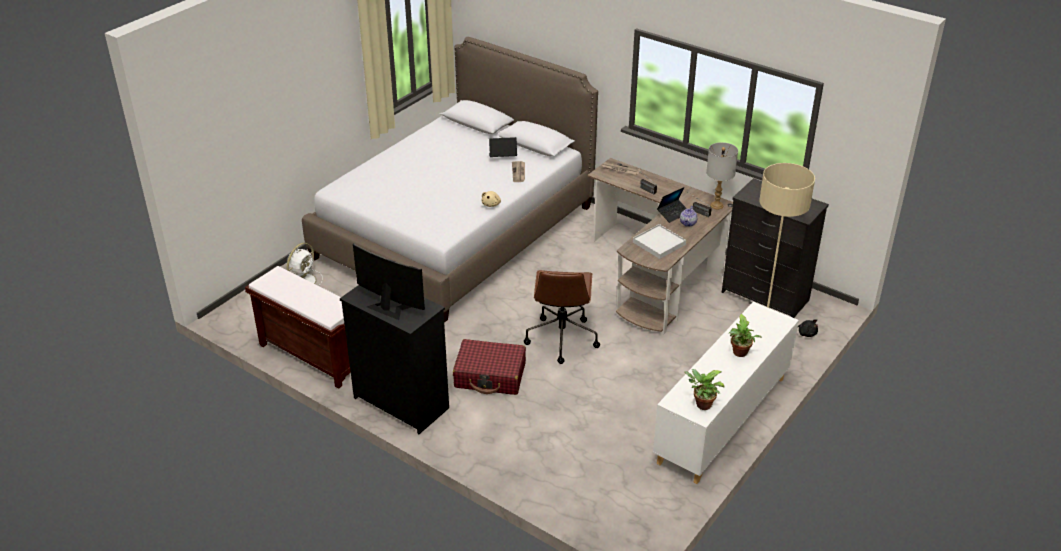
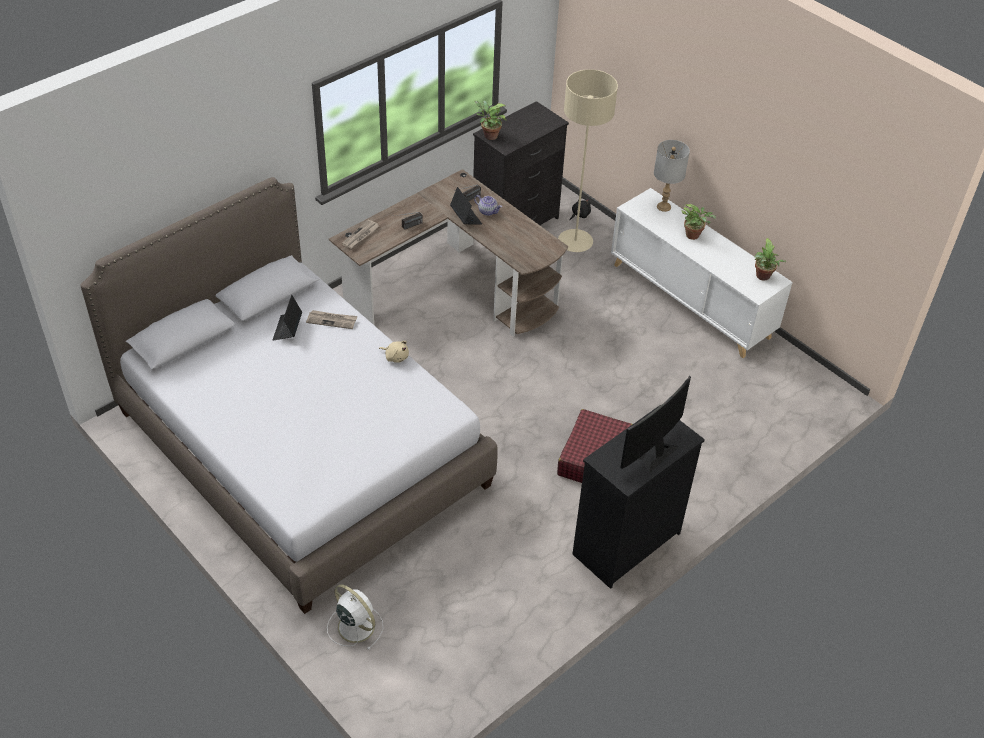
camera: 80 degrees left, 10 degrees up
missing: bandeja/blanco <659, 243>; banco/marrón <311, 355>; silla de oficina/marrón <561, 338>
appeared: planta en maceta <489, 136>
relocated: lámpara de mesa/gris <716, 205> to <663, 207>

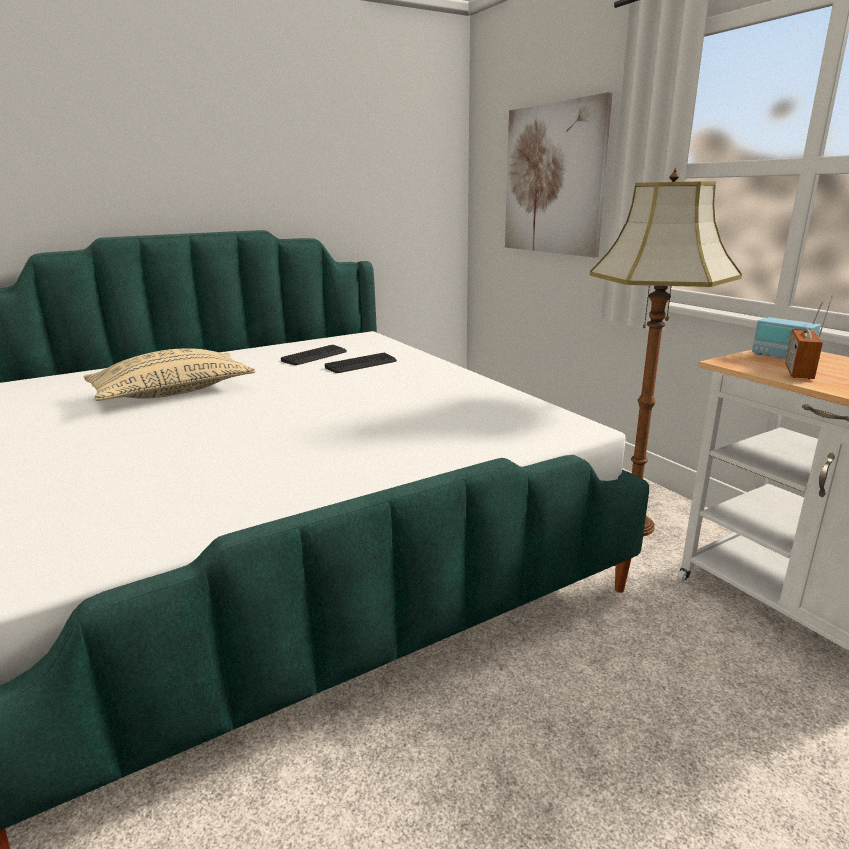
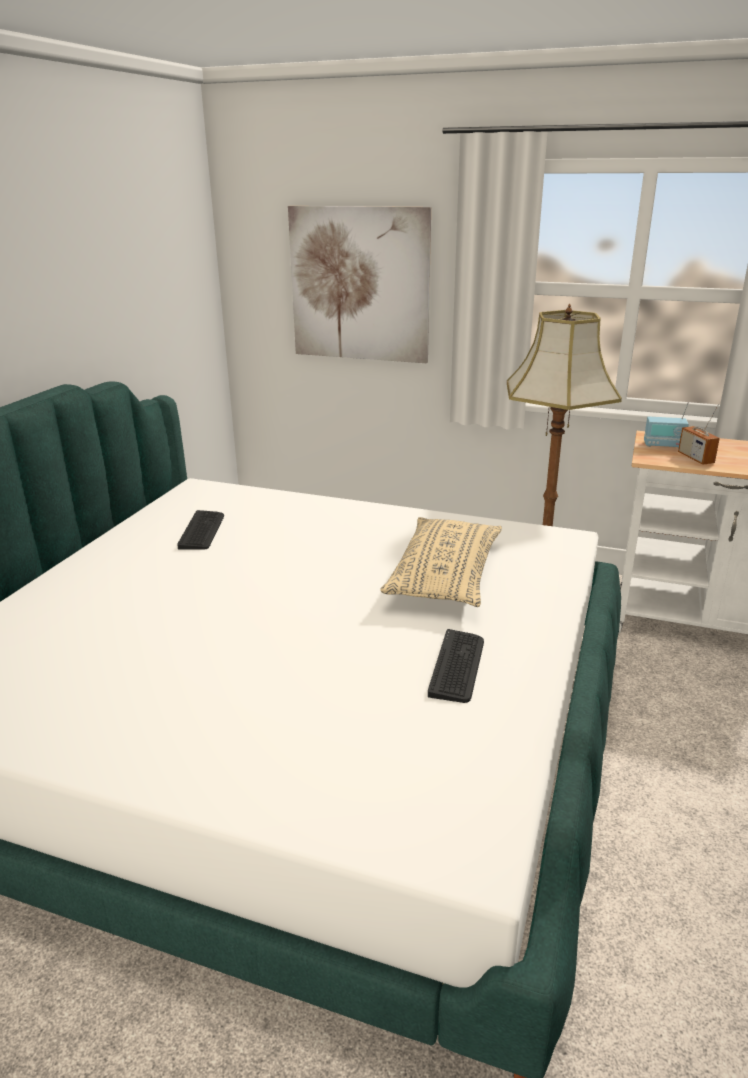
camera: 40 degrees left, 5 degrees up
relocated: cojín/beis <173, 393> to <445, 576>; teclado <361, 364> to <457, 666>

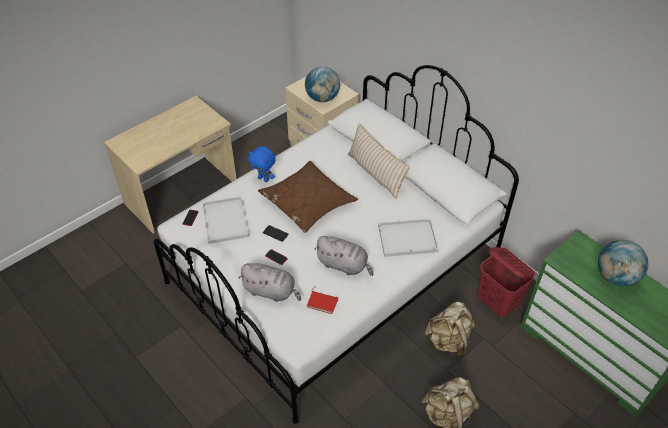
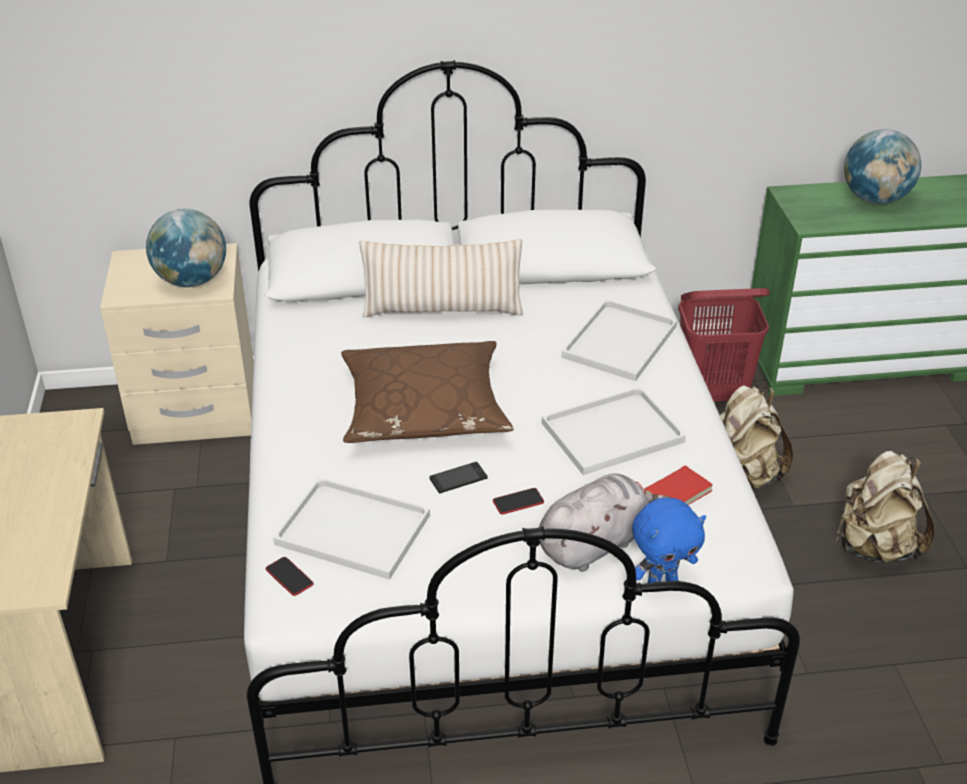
camera: 55 degrees left, 10 degrees down
relocated: peluche/azul <264, 179> to <662, 583>
exchanged: peluche/gris <344, 265> to bandeja/blanco <614, 431>

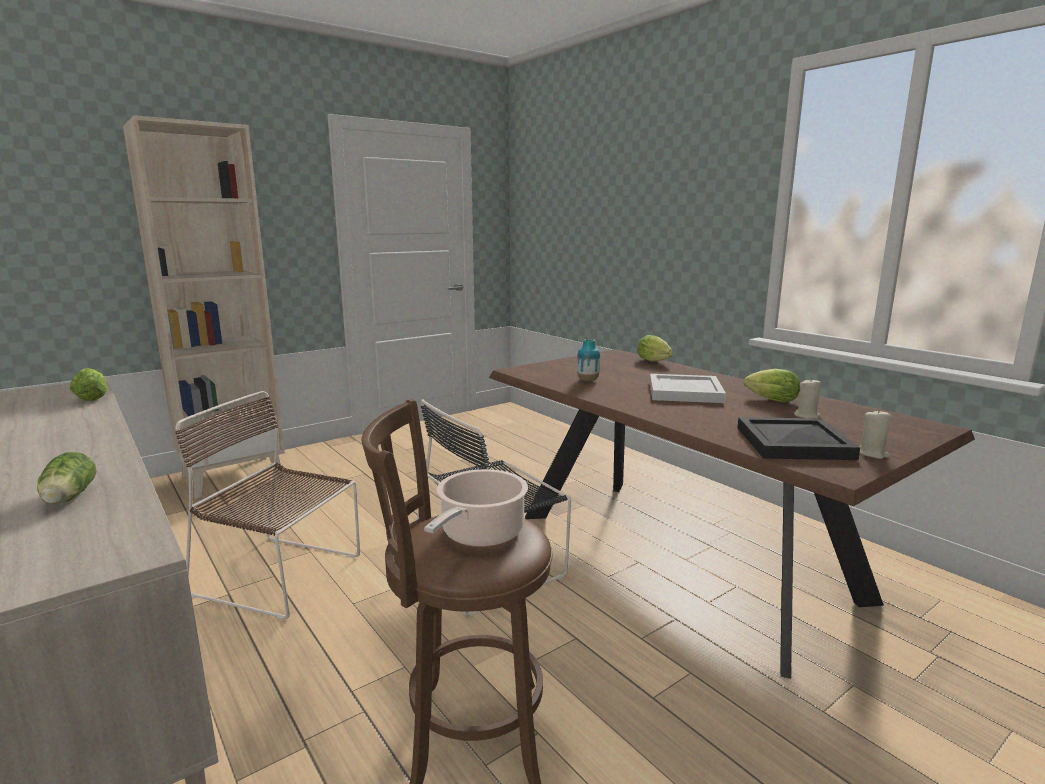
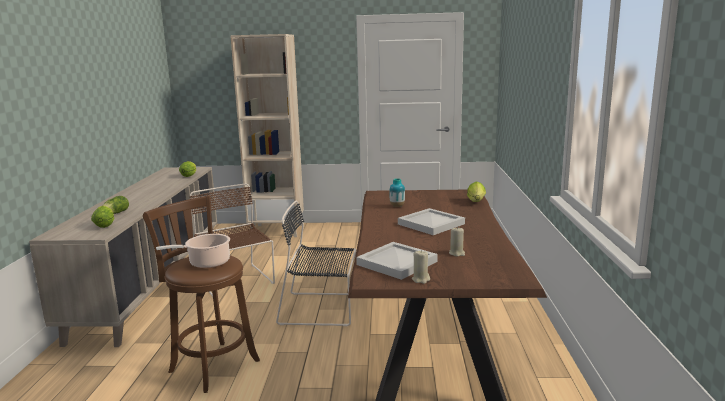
camera: 40 degrees right, 0 degrees up
relocated: lechuga <769, 400> to <105, 225>
colour: bandeja/negro <795, 443> to bandeja/blanco <397, 263>

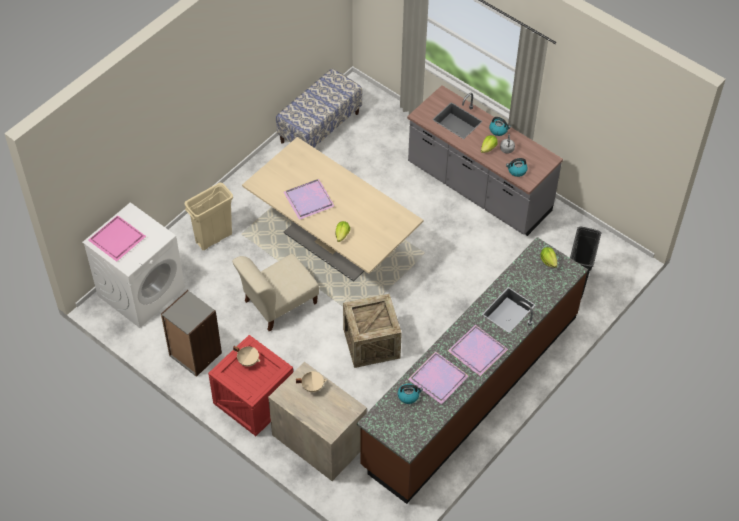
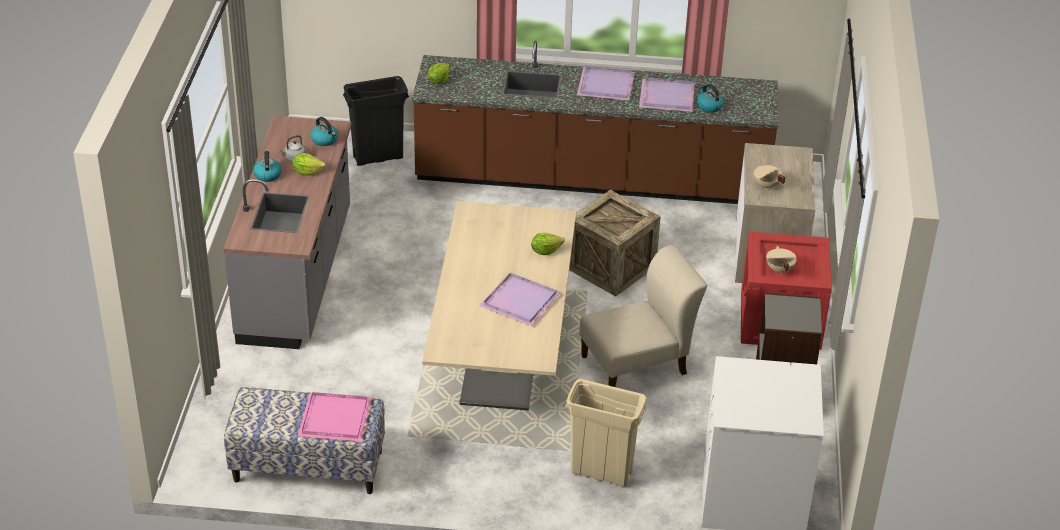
camera: 125 degrees left, 15 degrees down
relocated: bandeja/rosa <116, 239> to <336, 419>
spun: silla/beis <278, 304> = <638, 364> 45 degrees counterclockwise

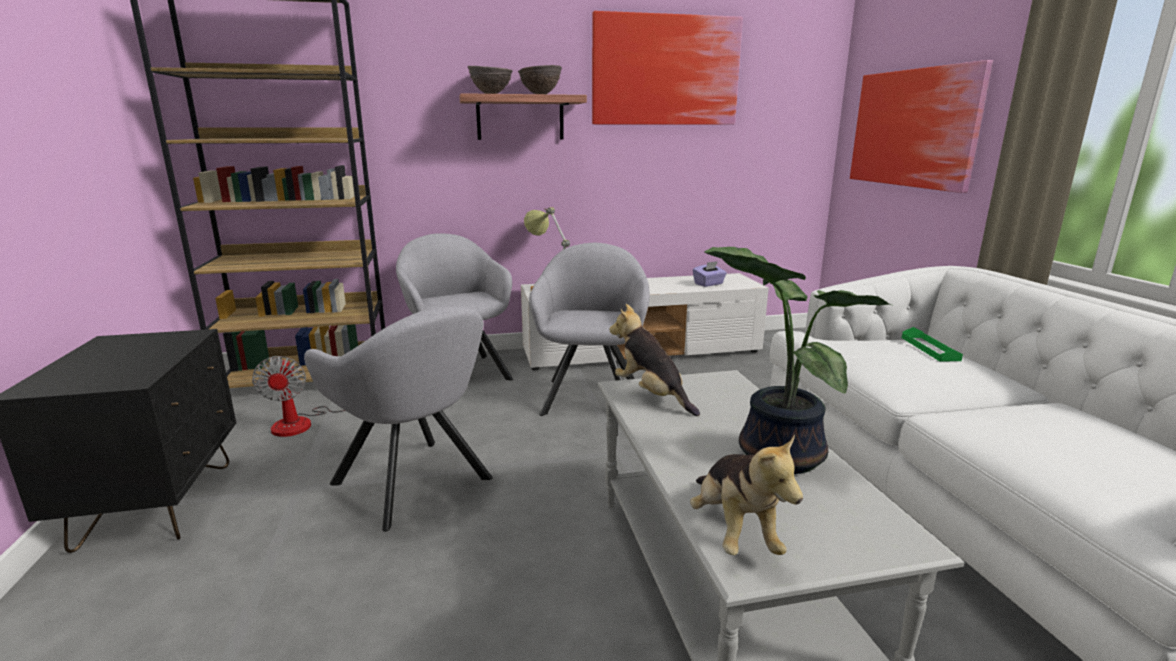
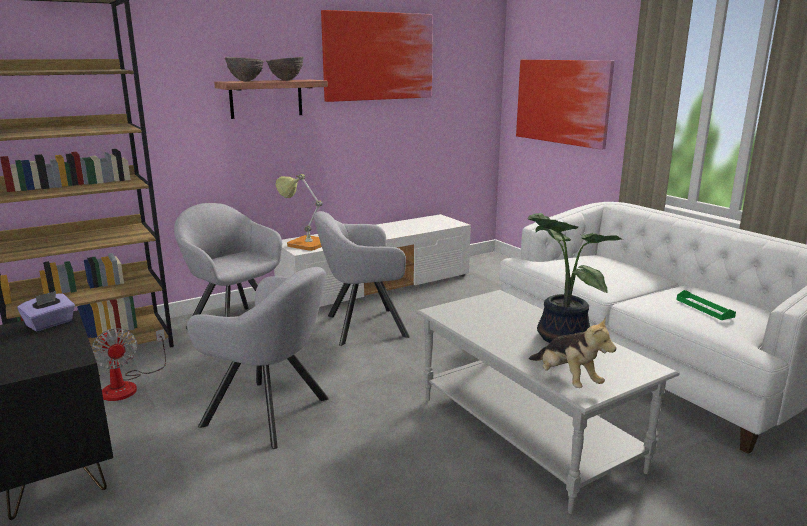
camera: 20 degrees left, 0 degrees up
missing: peluche <651, 395>
relocated: caja de pañuelos/morado <709, 284> to <50, 324>; bandeja/verde <929, 348> to <704, 308>
spun: sillón/gris <592, 395> = <361, 326> 90 degrees counterclockwise

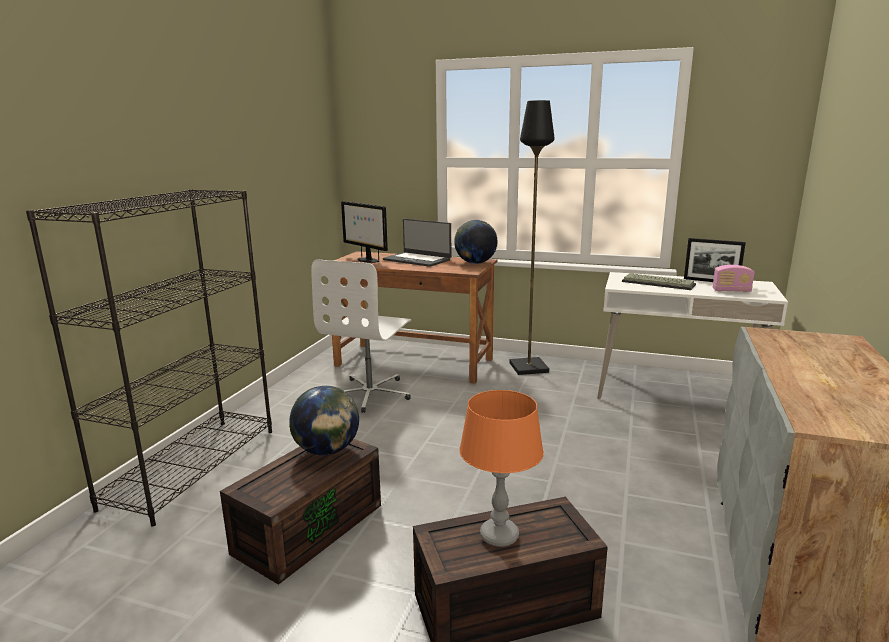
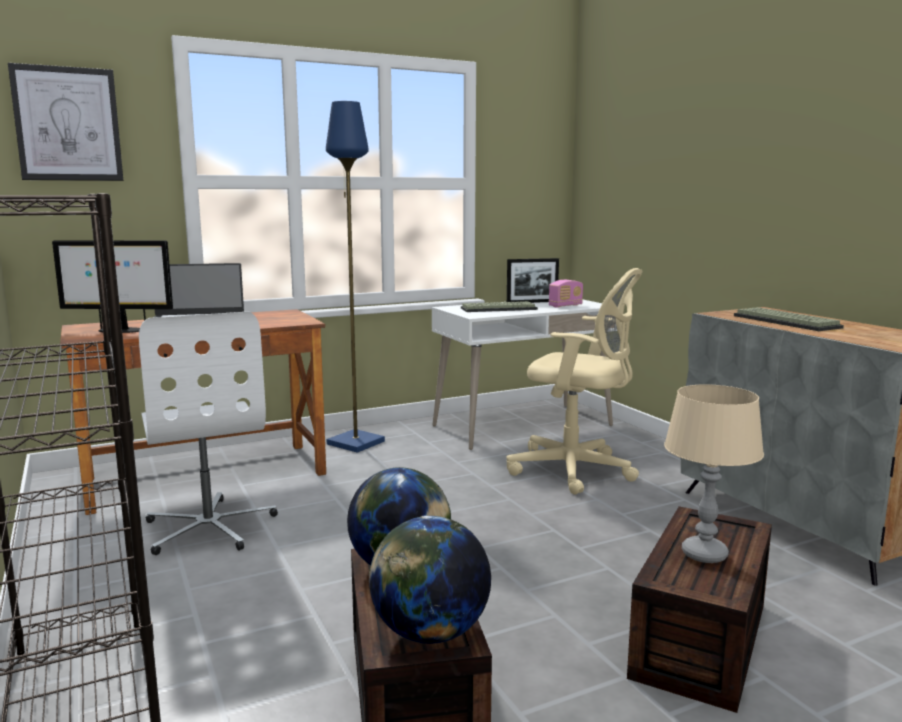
camera: 45 degrees left, 5 degrees down
appeared: cuadro <68, 124>; silla de oficina/beis <576, 471>; teclado <788, 321>
relocated: globo terráqueo <475, 263> to <430, 633>
colour: lámpara de pie/negro <527, 367> to lámpara de pie/azul <354, 443>; lámpara de mesa/naranja <499, 536> to lámpara de mesa/beis <704, 554>

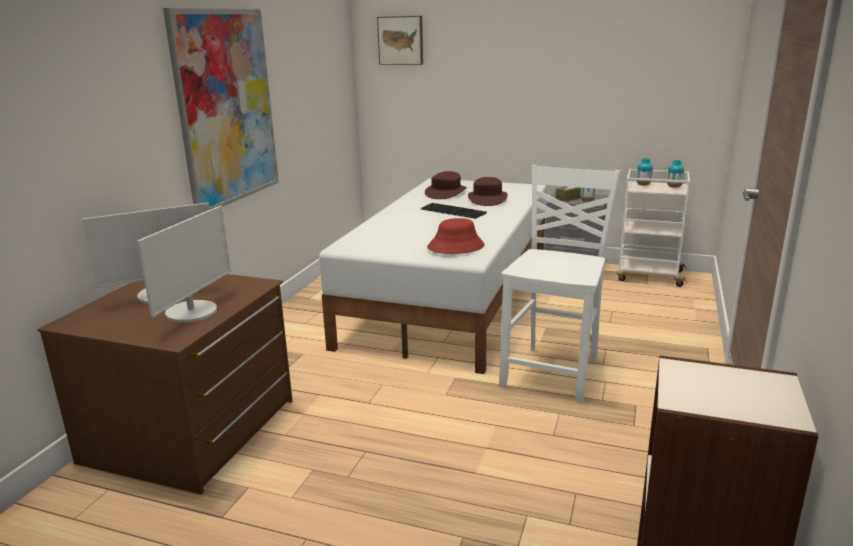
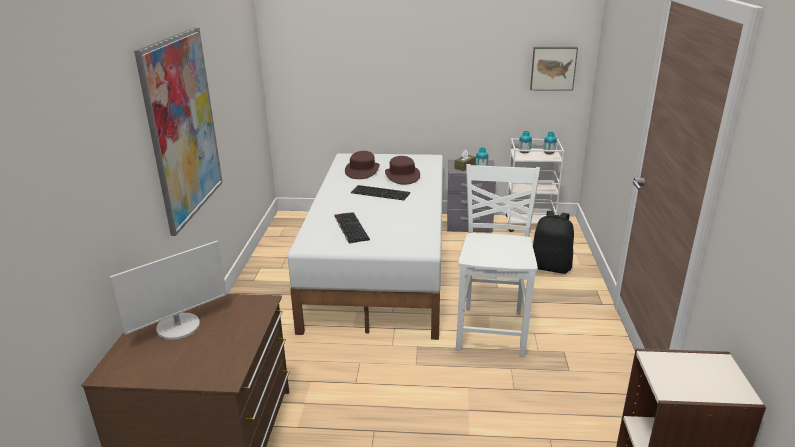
camera: 15 degrees left, 5 degrees up
missing: monitor <192, 312>; sombrero/rojo <455, 247>
appeared: mochila/negro <550, 267>; teclado <350, 227>
relocated: cuadro <401, 40> to <553, 68>

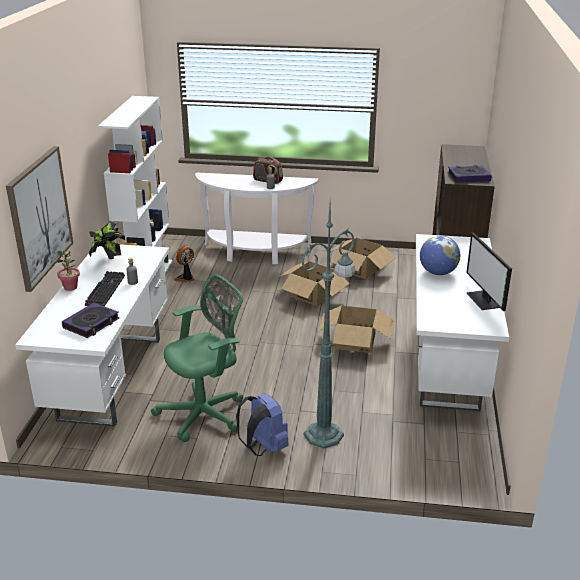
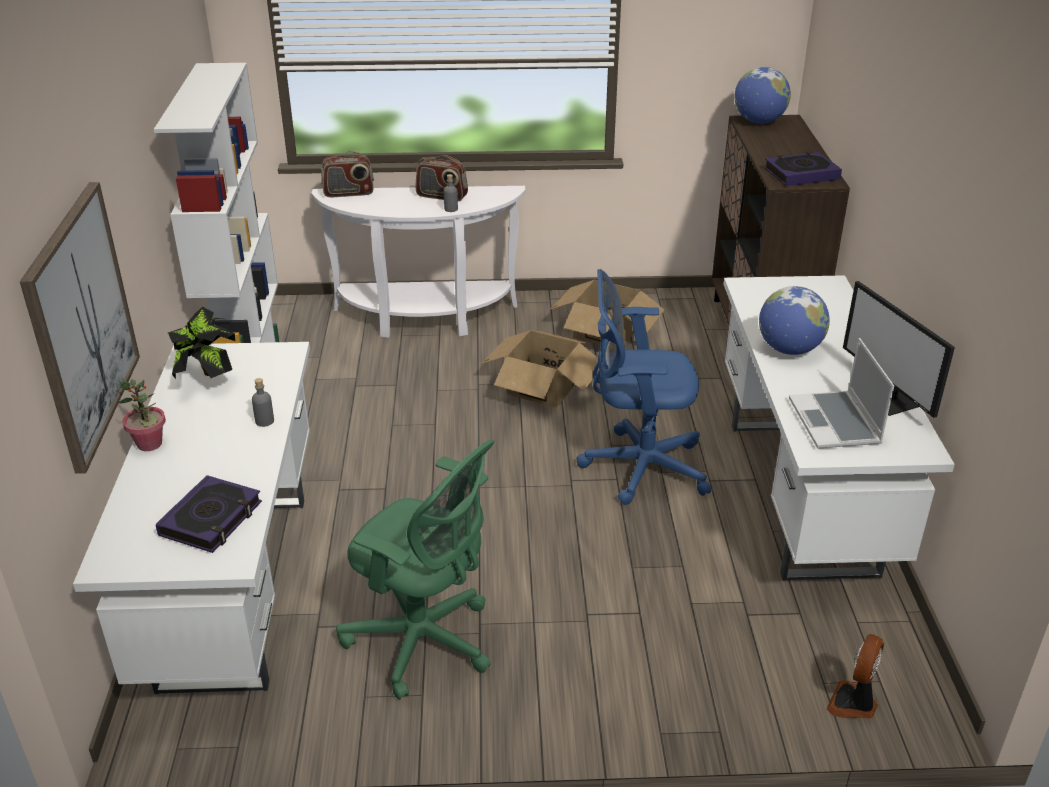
camera: 10 degrees left, 5 degrees up
missing: lámpara de pie/verde <325, 434>; teclado <104, 290>; mochila/azul <263, 448>
appeared: globo terráqueo <759, 122>; radio <348, 193>; portátil <836, 423>
relocated: ventilador <185, 278> to <853, 703>
exchanged: caja de cartón <355, 340> to silla de oficina/azul <638, 467>
spun: silla de oficina/verde <205, 413> = <424, 642> 75 degrees clockwise

